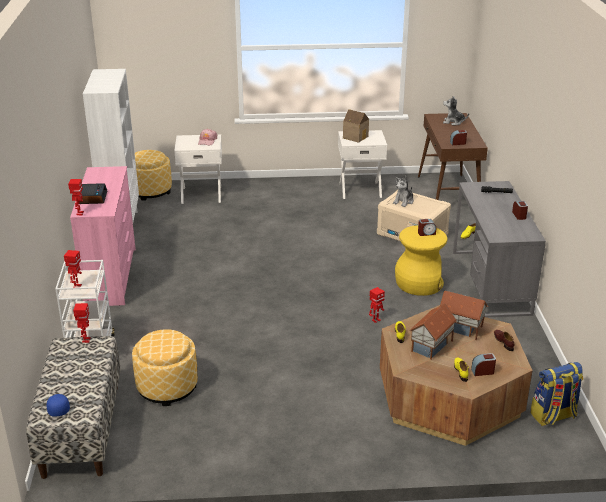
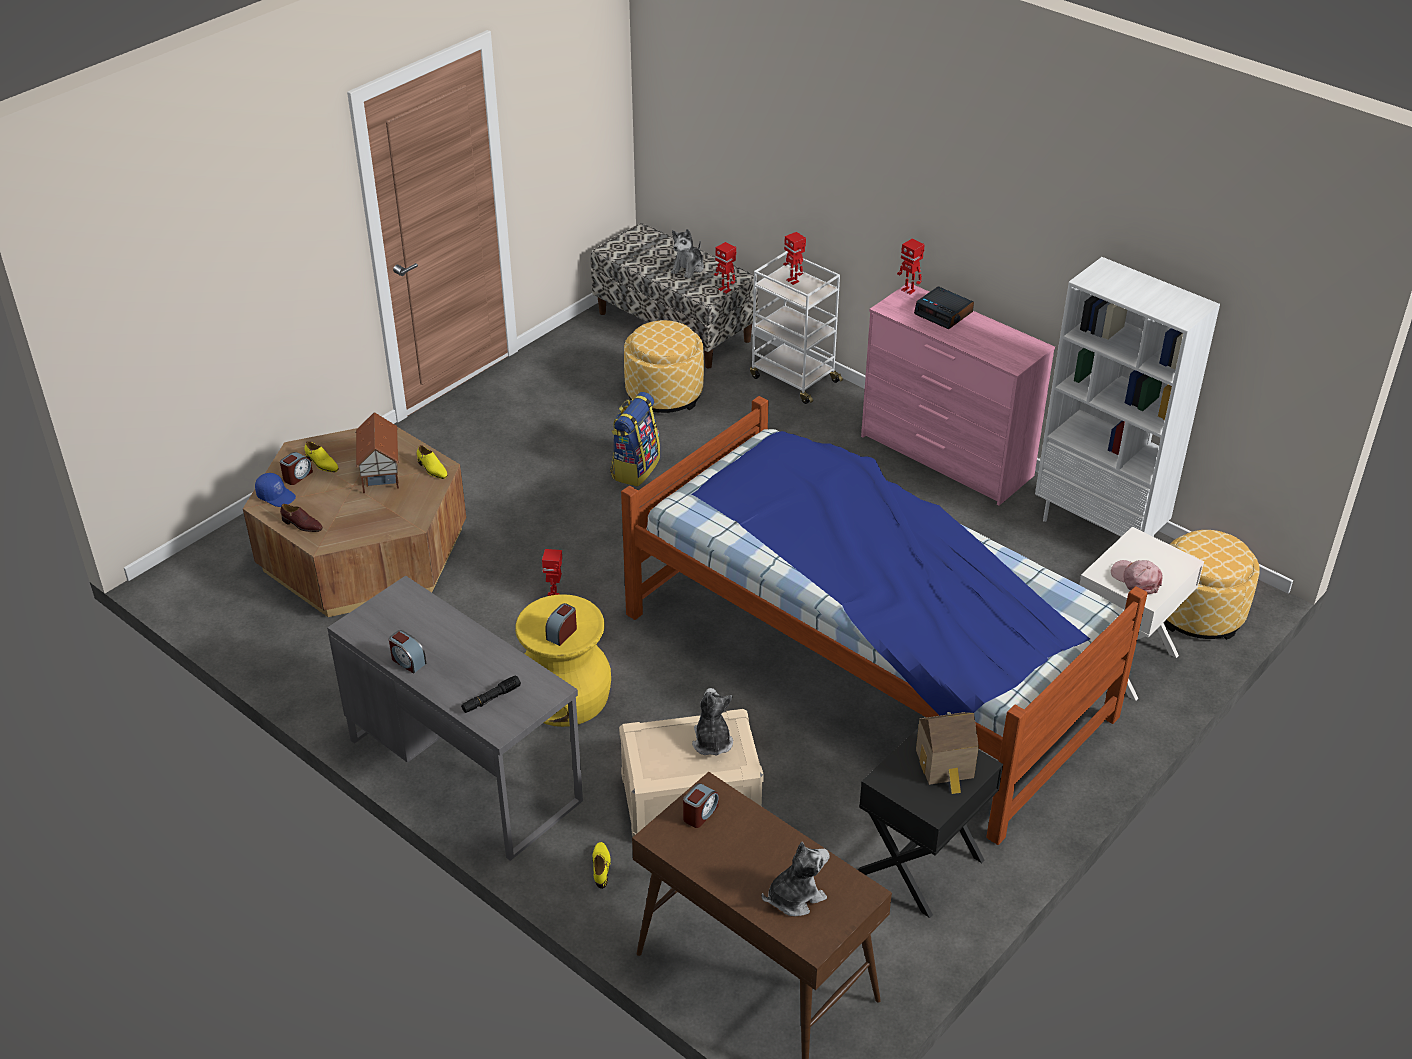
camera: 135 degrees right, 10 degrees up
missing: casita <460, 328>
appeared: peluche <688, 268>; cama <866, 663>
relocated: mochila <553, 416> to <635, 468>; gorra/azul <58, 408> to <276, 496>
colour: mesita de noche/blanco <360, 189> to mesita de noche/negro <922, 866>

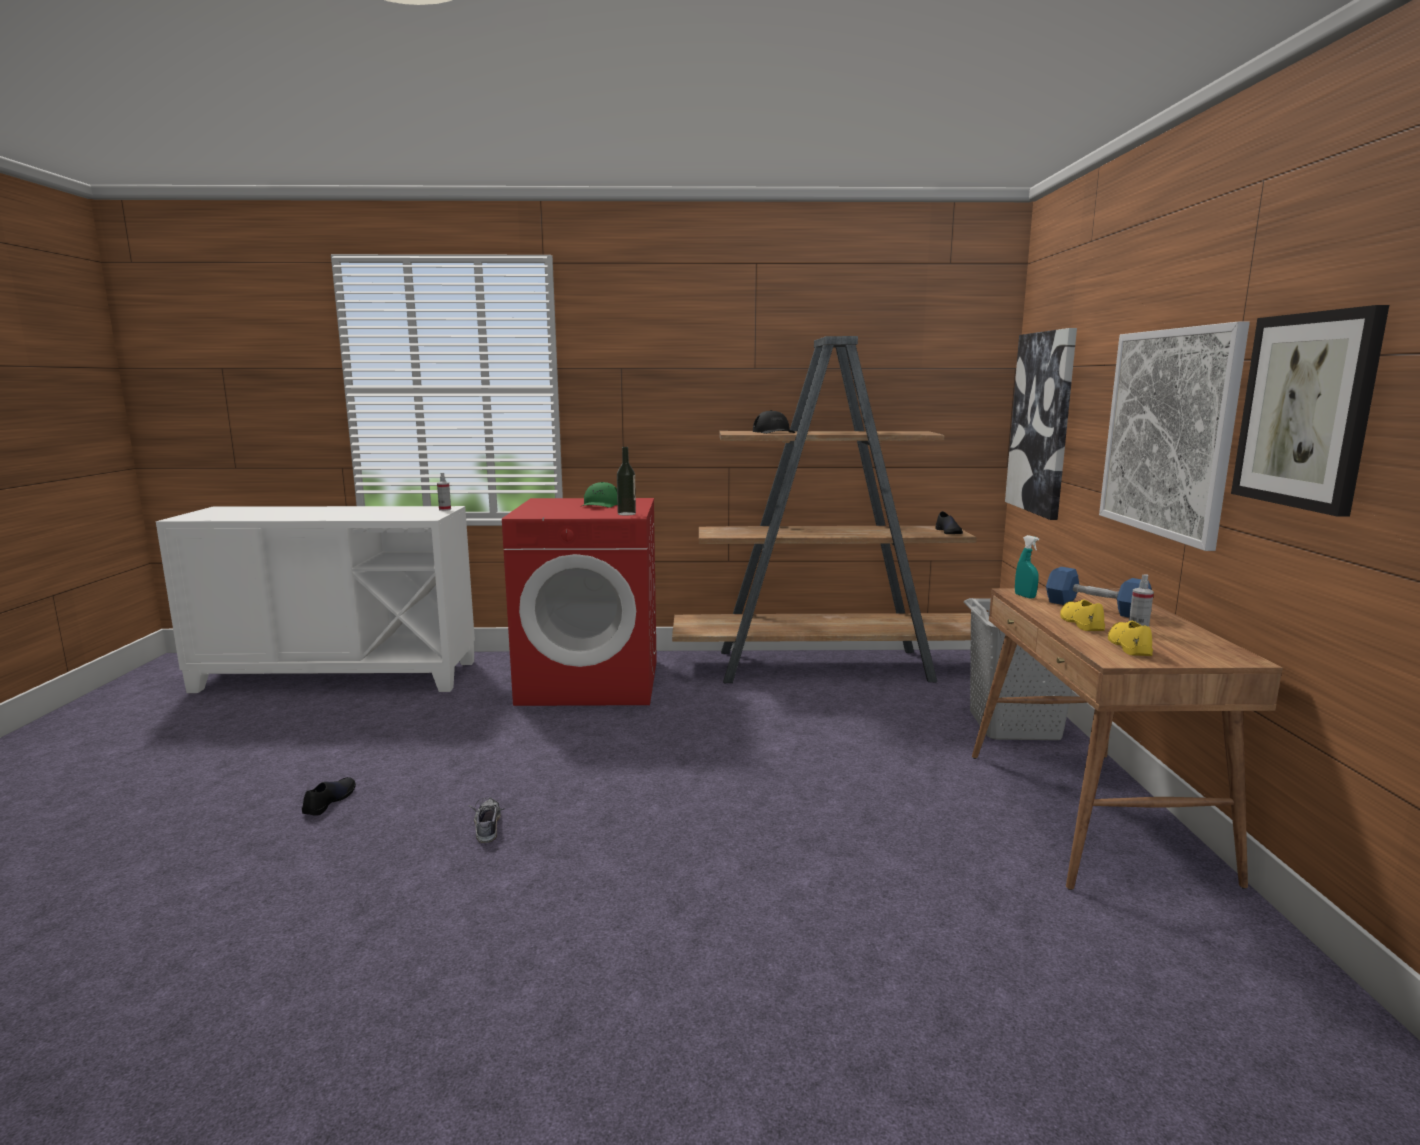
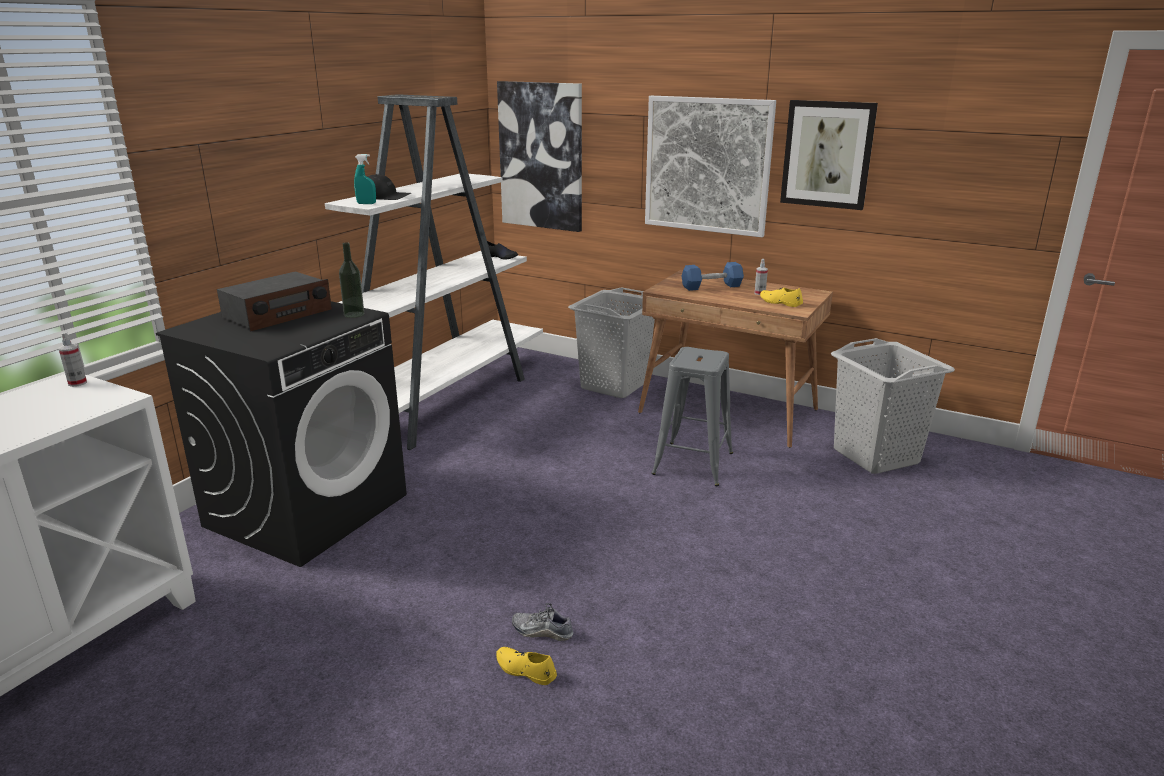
camera: 60 degrees left, 10 degrees up
missing: zapato/negro <329, 801>
appeared: cesto de la ropa/gris <875, 456>; taburete/gris <693, 463>
relocated: pulverizador/turquesa <1025, 596> to <366, 203>; zapato/amarillo <1080, 622> to <525, 670>
exchanged: gorra/verde <600, 504> to radio <277, 314>
colour: estantería/marrón <827, 666> to estantería/blanco <441, 402>; lavadora/rojo <591, 682> to lavadora/negro <307, 509>

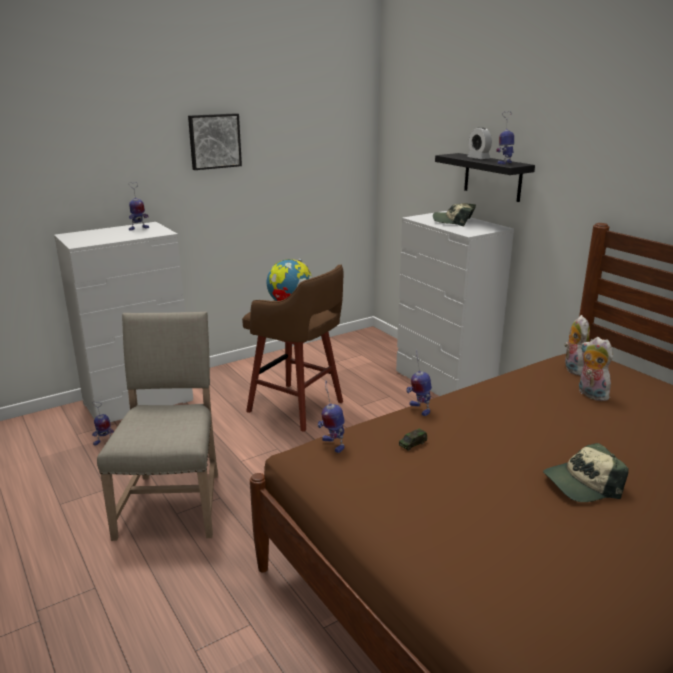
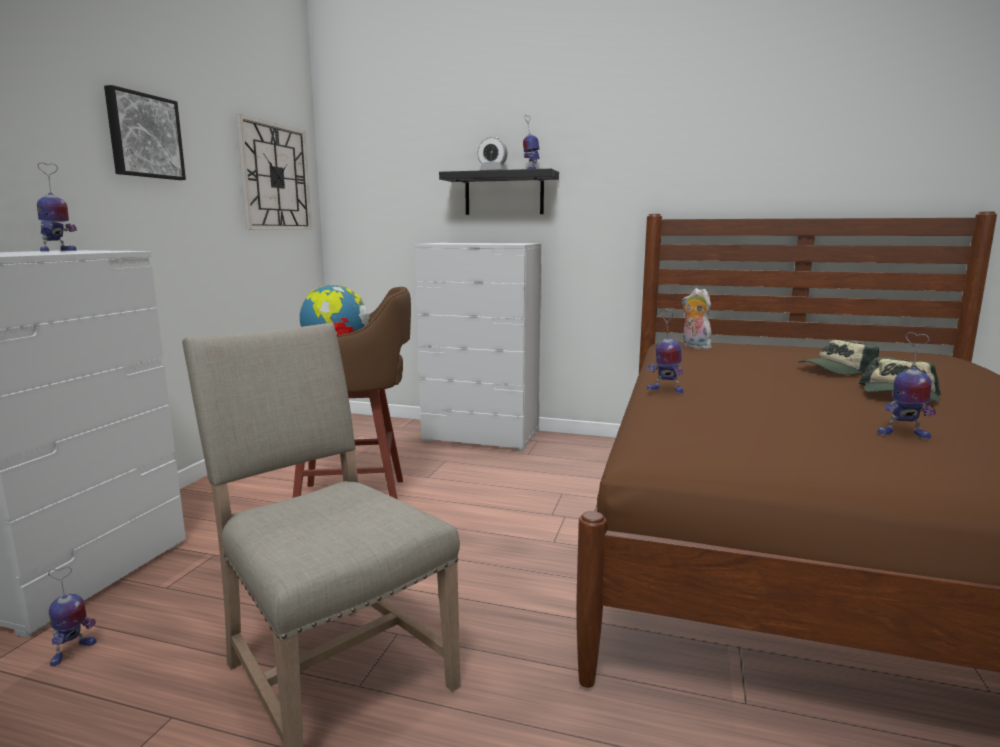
camera: 40 degrees left, 10 degrees down
missing: peluche <590, 394>; coche de juguete <412, 444>
appeared: reloj de pared <275, 177>
relocated: gorra <454, 221> to <835, 370>; robot de juguete <332, 444> to <902, 435>

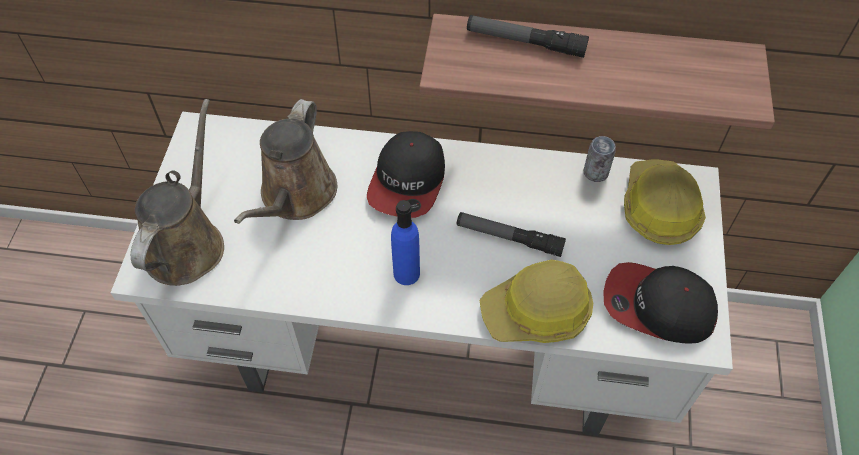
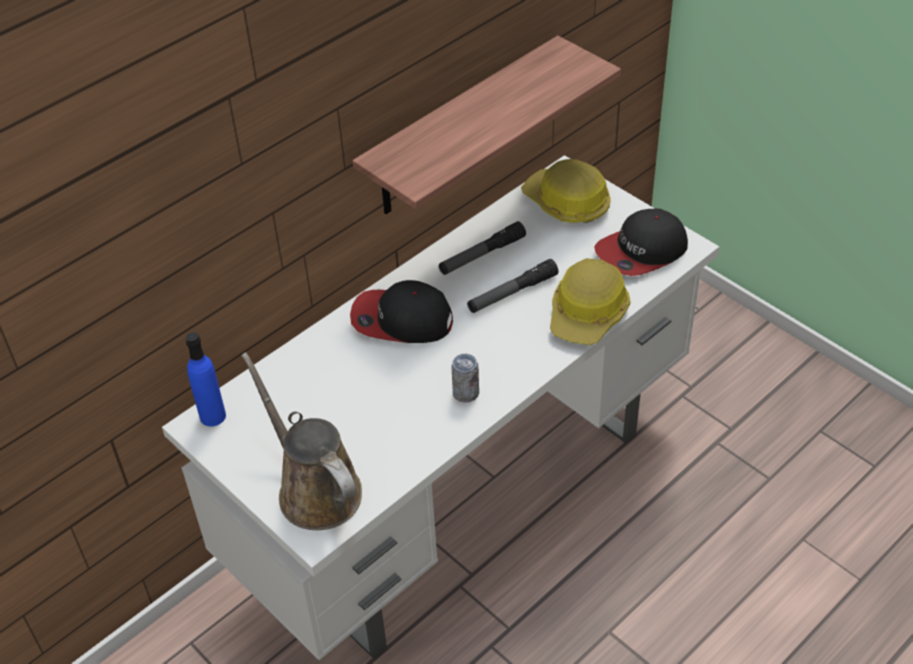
camera: 50 degrees left, 10 degrees down
missing: regadera/marrón <295, 196>
relocated: linterna <525, 42> to <482, 255>; lata <595, 173> to <466, 393>; botella/azul <406, 273> to <212, 416>
spun: gorra <408, 181> = <401, 320> 135 degrees clockwise

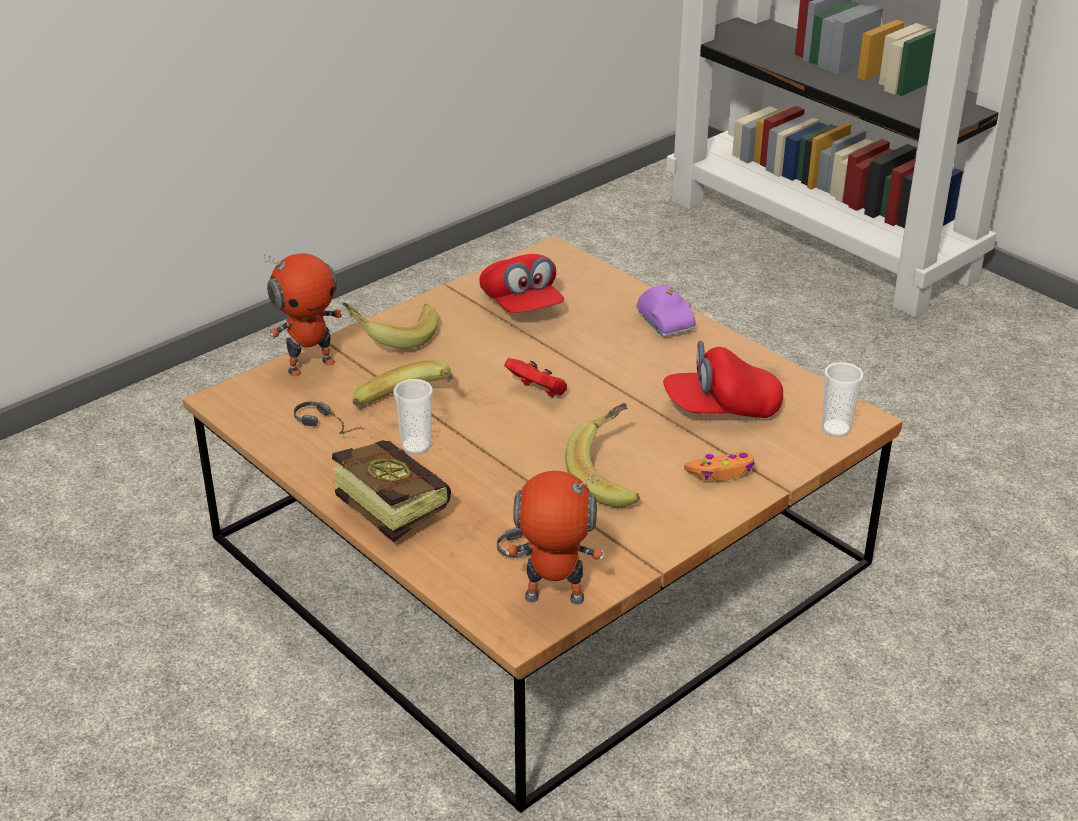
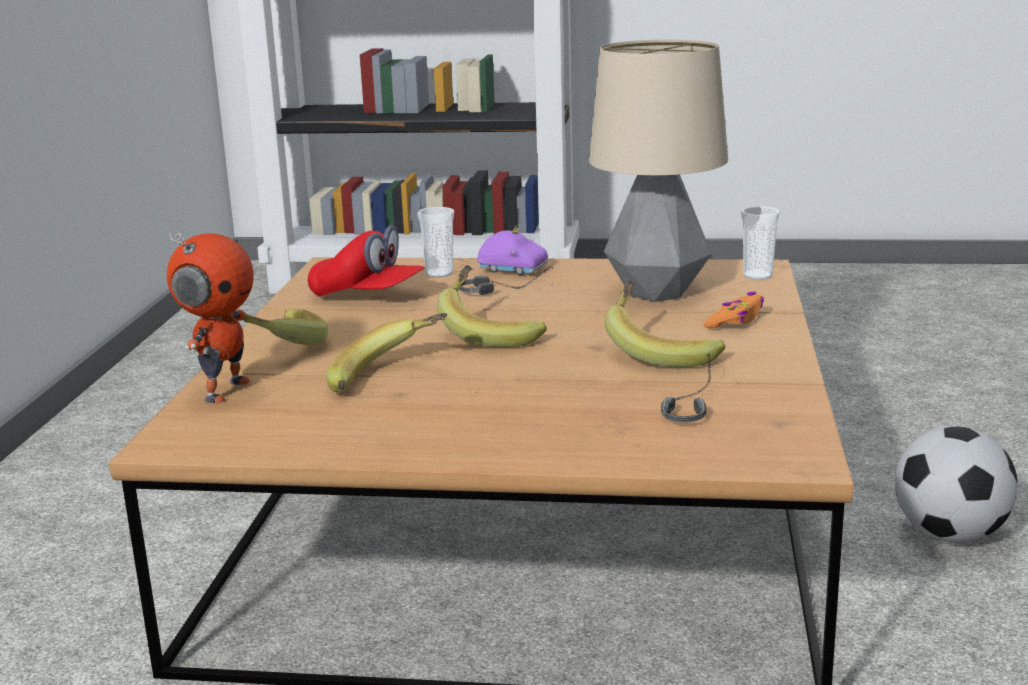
camera: 40 degrees left, 15 degrees down
missing: libro <384, 505>; robot de juguete <554, 599>
appeared: balón de fútbol <949, 534>
relocated: taza <416, 446> to <439, 273>; auriculares <334, 426> to <505, 289>
exchanged: gorra/rojo <722, 408> to lámpara de mesa <657, 293>; mando de consola/rojo <538, 392> to plátano <492, 332>

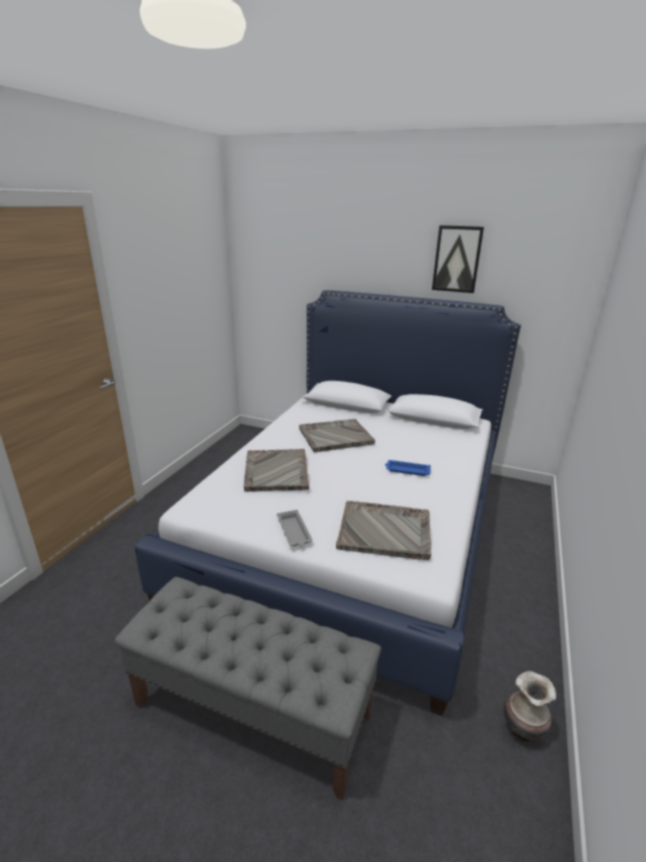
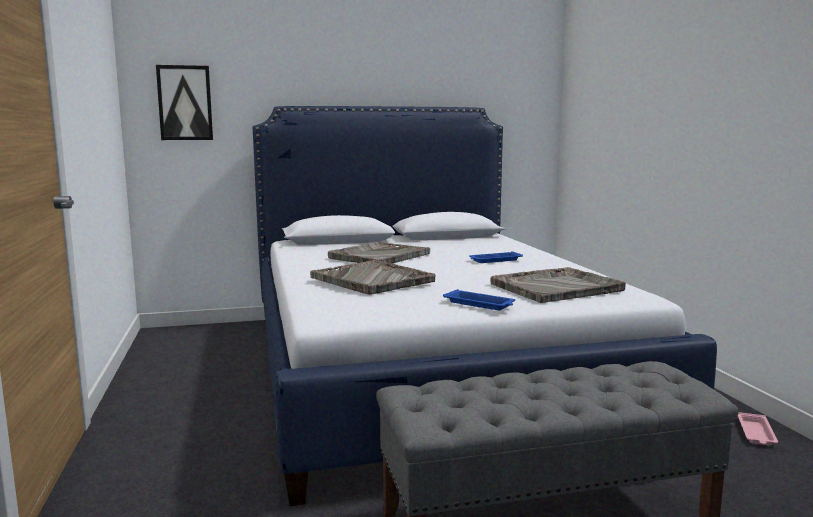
camera: 35 degrees left, 15 degrees down
relocated: cuadro <457, 259> to <185, 103>
exchanged: florero <523, 729> to bandeja/rosa <756, 433>
colour: bandeja/gris <294, 531> to bandeja/azul <480, 304>

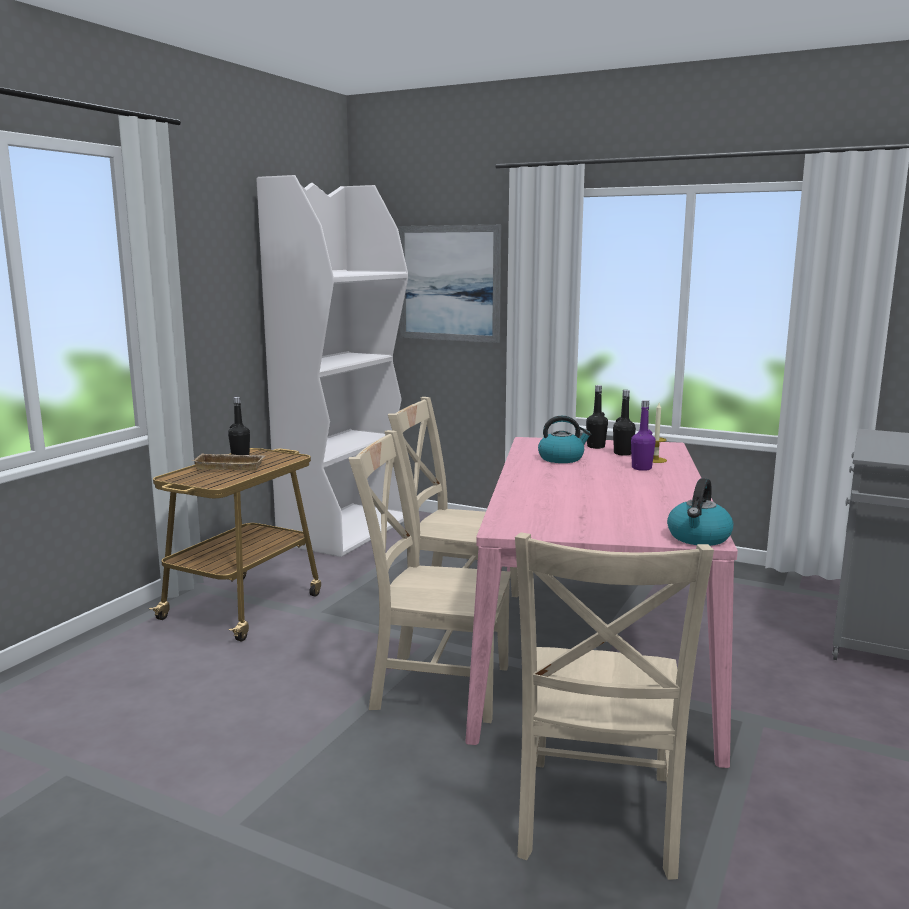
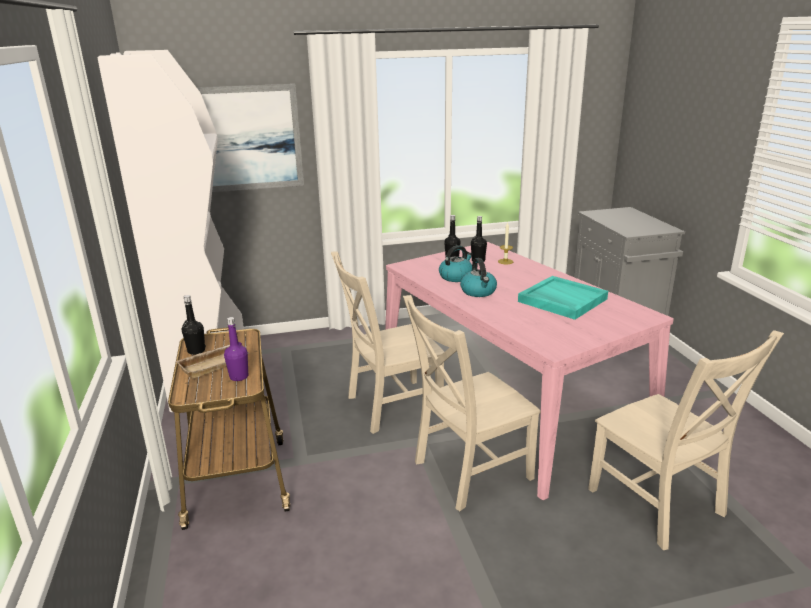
camera: 40 degrees left, 10 degrees up
appeared: bandeja/turquesa <561, 300>
relocated: botella/morado <641, 468> to <239, 377>; hervidor <699, 538> to <478, 292>

